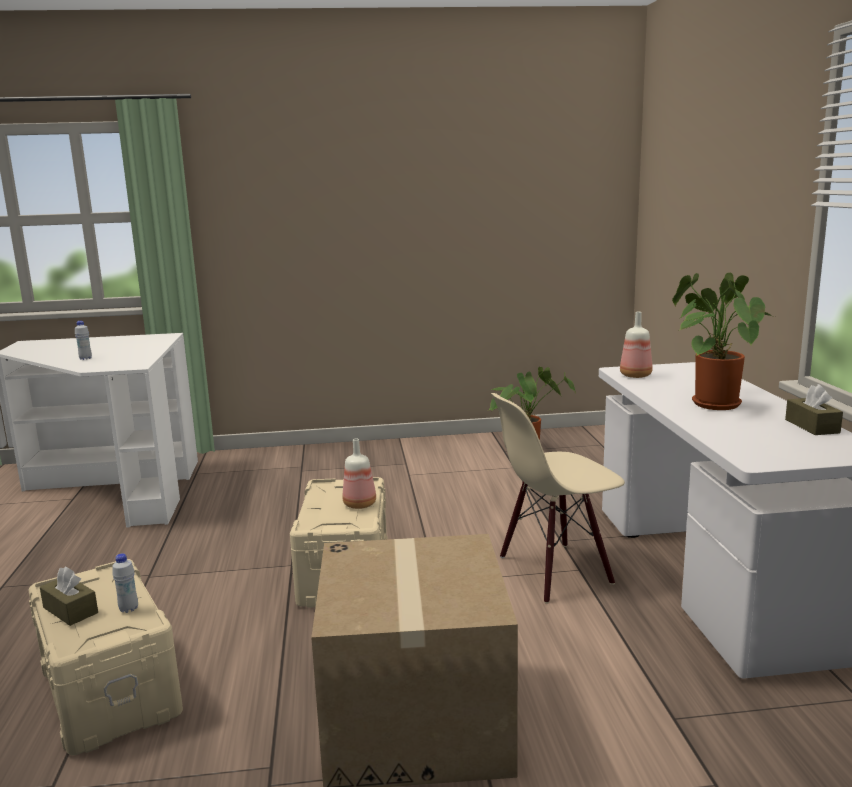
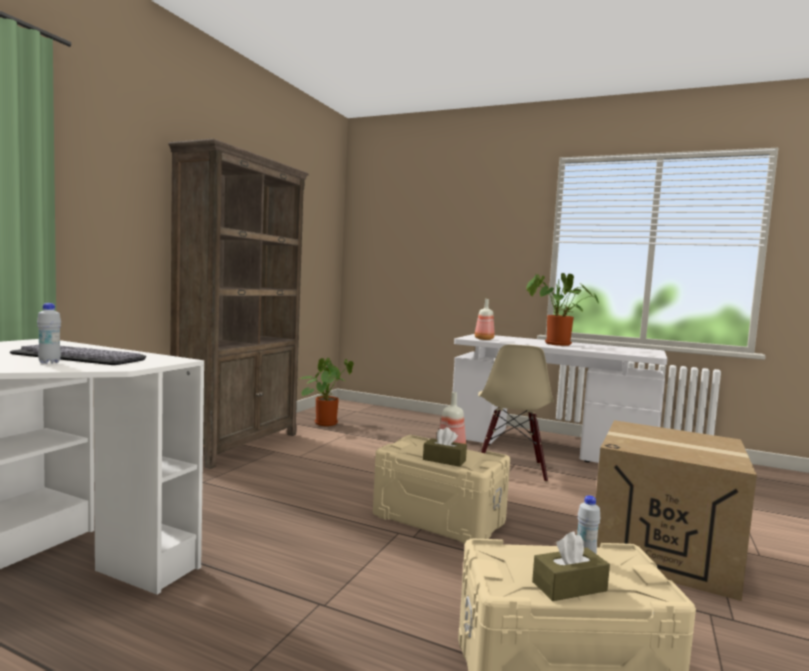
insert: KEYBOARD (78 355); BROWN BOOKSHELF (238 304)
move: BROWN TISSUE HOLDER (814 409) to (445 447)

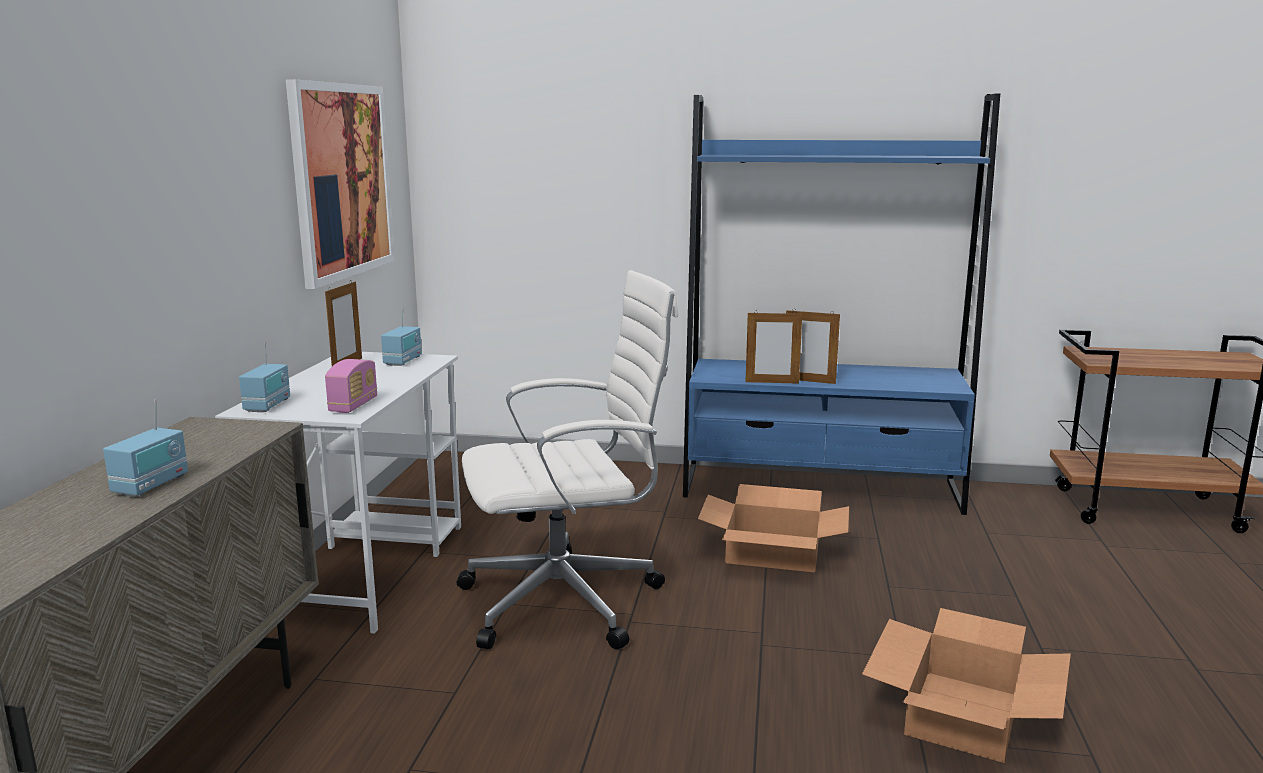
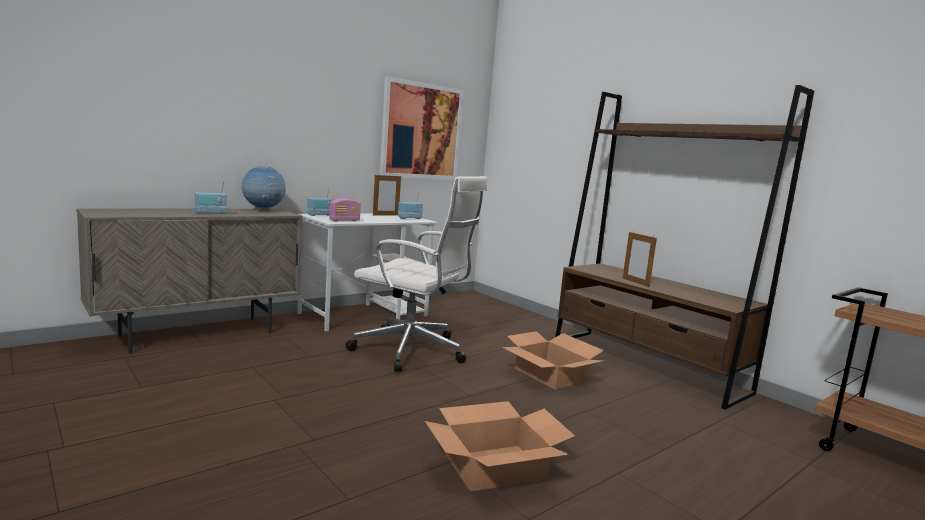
delete: PICTURE FRAME (773 347)
insert: DESK GLOBE (263 187)
recolor: BLUE-COLOURED BOOKSHELF (841 304) to BROWN BOOKSHELF (684 247)

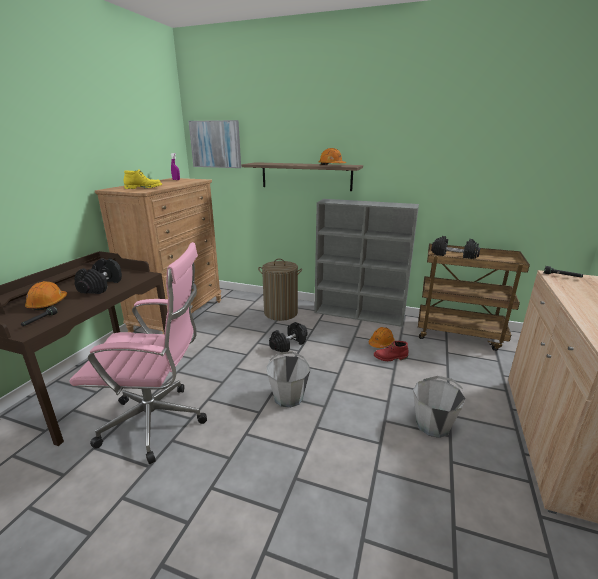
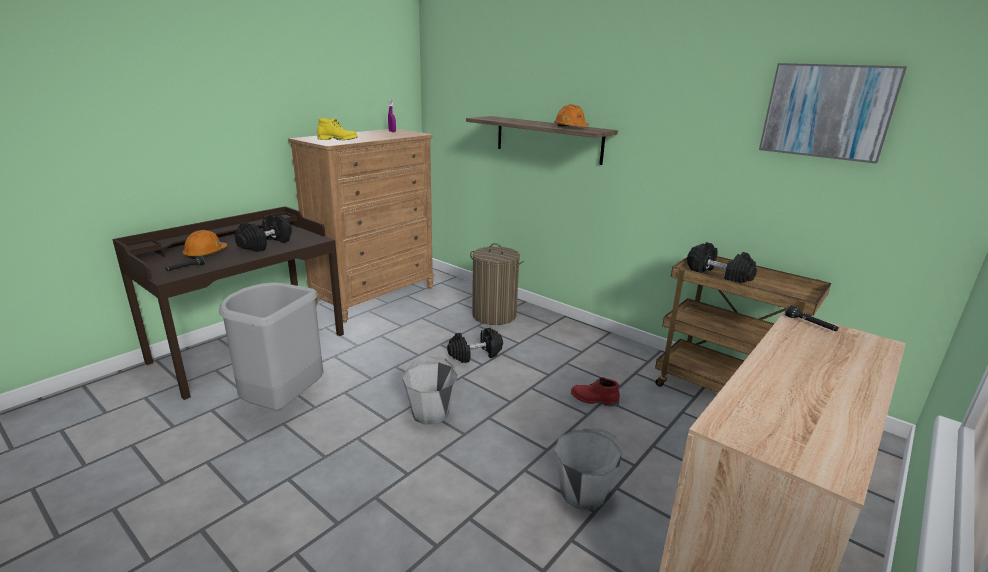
delete: GREYISH BOOKSHELF (366 263); ORANGE-COLOURED SAFETY HELMET (381 337)
move: PICTURE (215 144) to (833 113)
replace: PINKISH COMPUTER CHAIR (138 353) to GREYISH RUBBISH BIN (271 346)

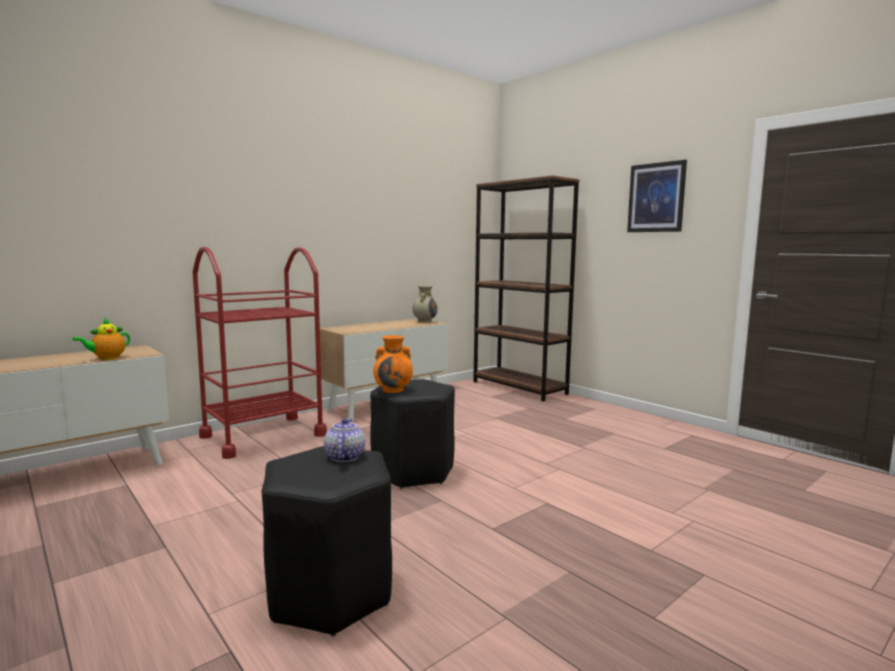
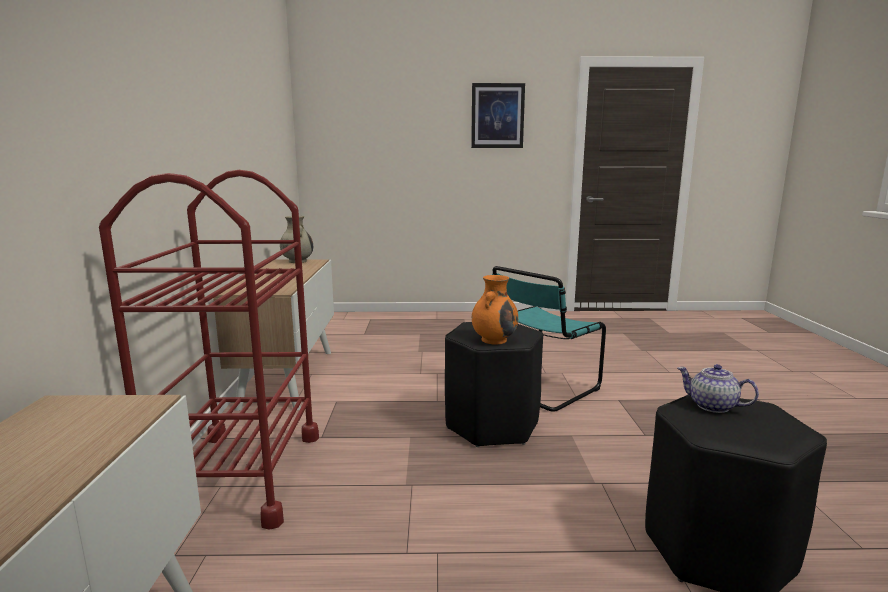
delete: POT FOR TEA (101 339); BROWN BOOKSHELF (526 288)
insert: TURQUOISE-COLOURED PLAIN CHAIR (549 339)

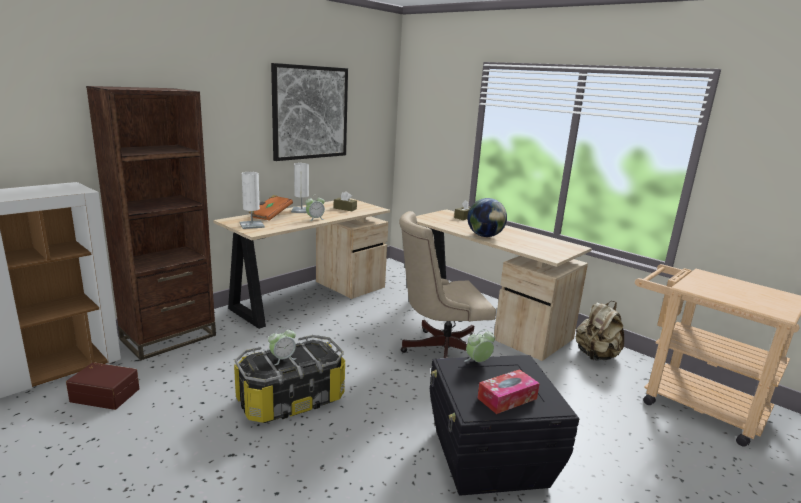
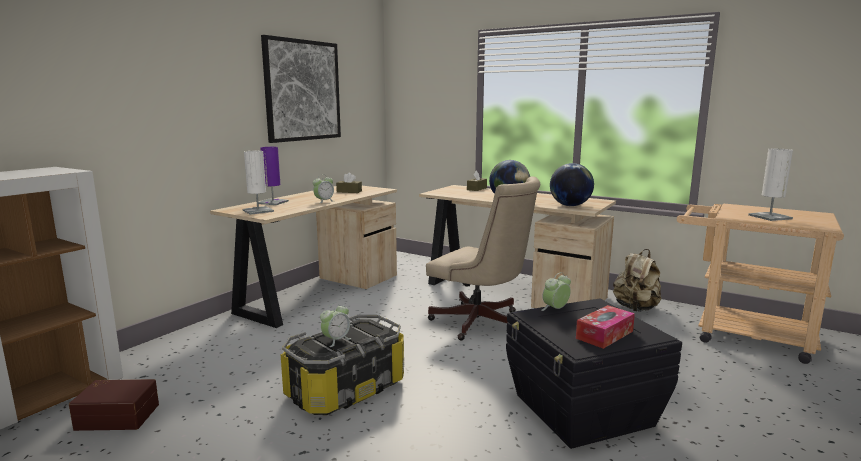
delete: BROWN BOOKSHELF (151 223)
insert: DESK GLOBE (572 184)
move: WHITISH TABLE LAMP (300 188) to (770 185)
replace: ORANGE-COLOURED BOUND BOOK (271 208) to PURPLE TABLE LAMP (274 176)
rotate: BEIGE-COLOURED COMPUTER CHAIR (447 284) = (483 258) 120 degrees counterclockwise

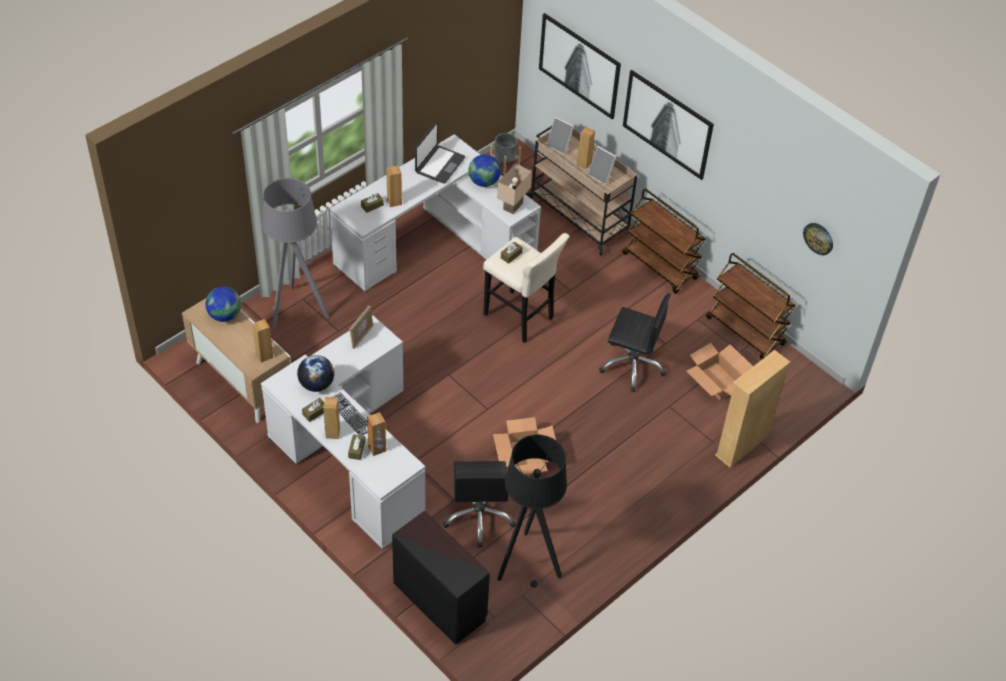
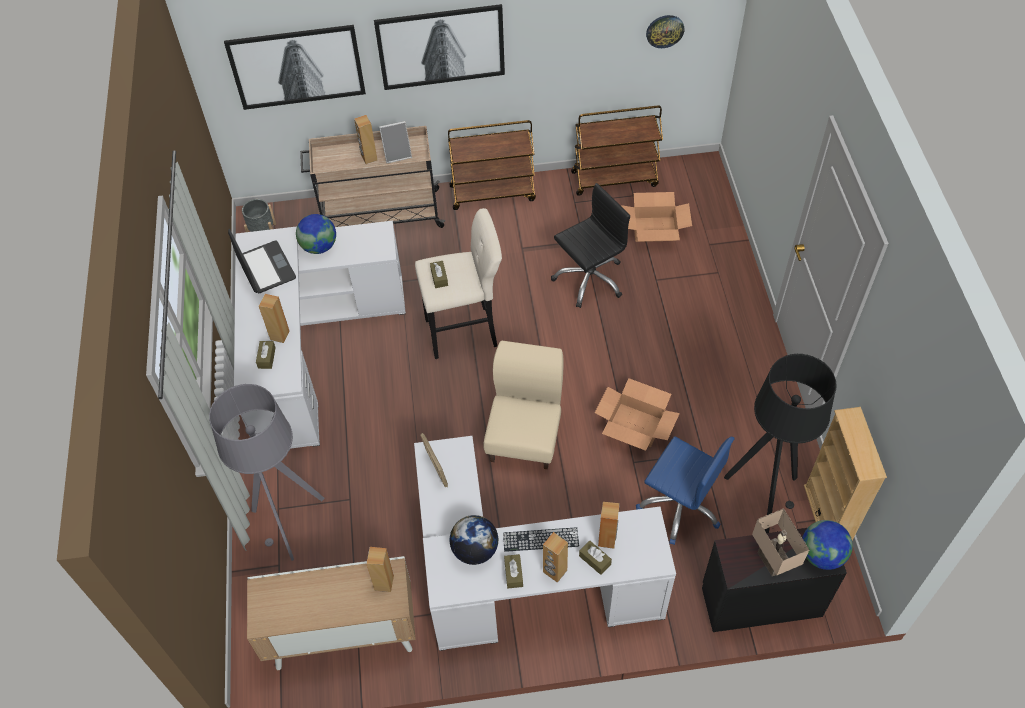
delete: PICTURE FRAME (560 135)
insert: BEIGE-COLOURED PLAIN CHAIR (523 405)
move: BEIGE-COLOURED TABLE LAMP (514 188) to (780 542); DESK GLOBE (223 304) to (827 545); BEIGE-COLOURED BOOKSHELF (752 408) to (845 473)
recolor: BLACK-COLOURED COMPUTER CHAIR (479 504) to BLUE-COLOURED COMPUTER CHAIR (685 490)

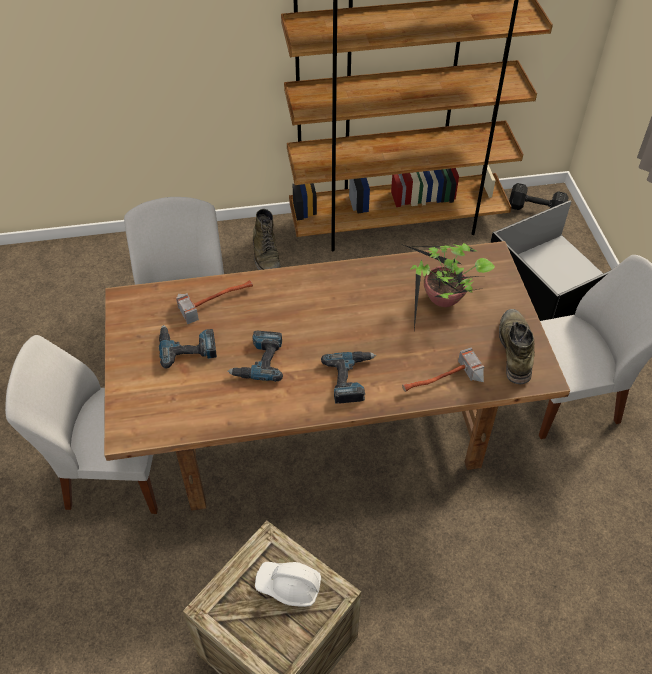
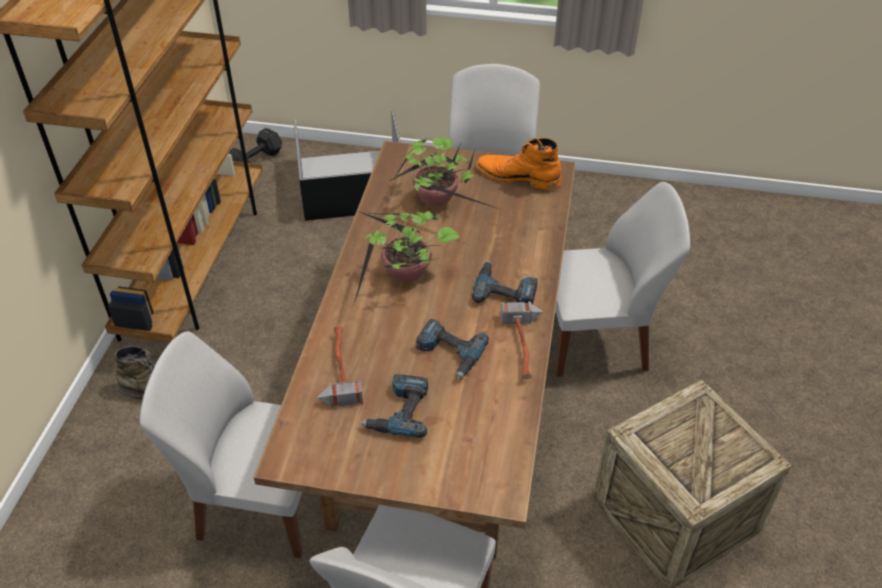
delete: WHITISH SAFETY HELMET (288 584)
insert: PLANT IN A POT (407 257); WHITISH PLAIN CHAIR (623 279)
move: TOOL HAMMER (443 369) to (522 340)
recolor: GREEN BOOT (517 346) to ORANGE-COLOURED BOOT (519 164)

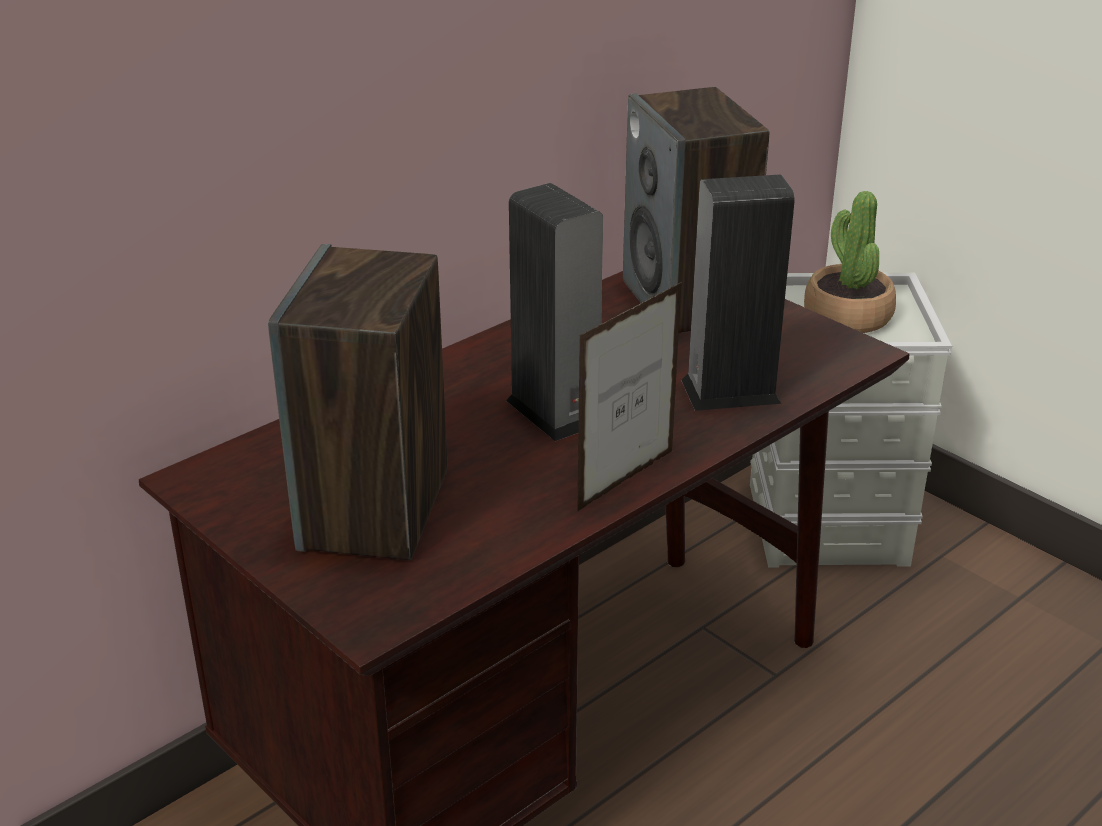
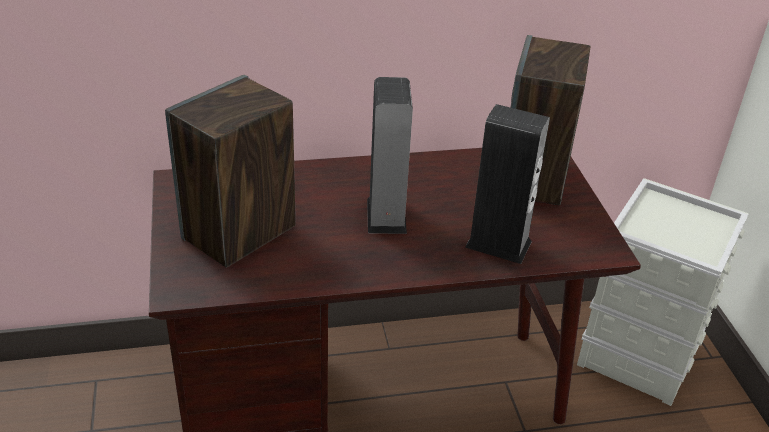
delete: PICTURE FRAME (629 397); PLANT IN A POT (850 262)

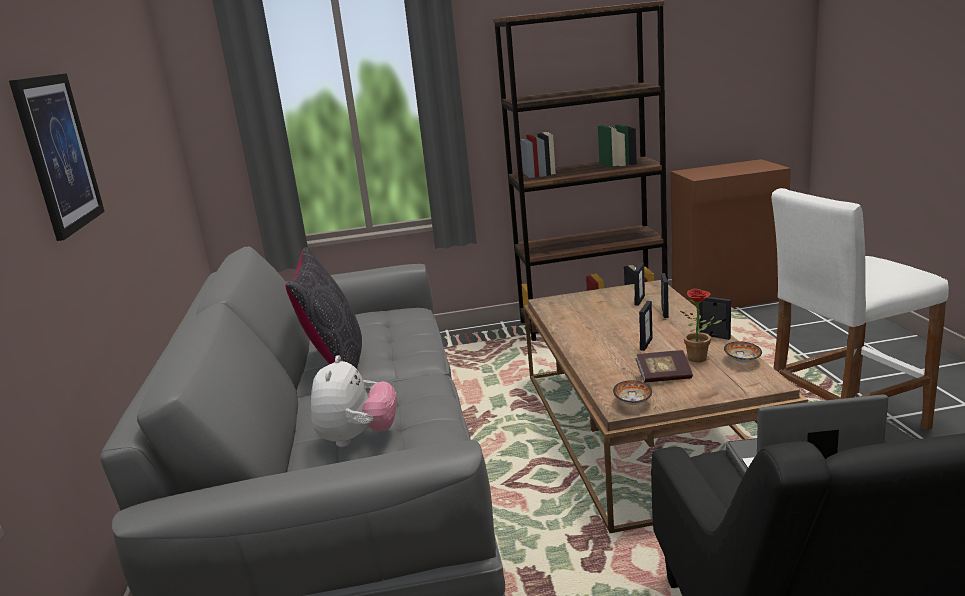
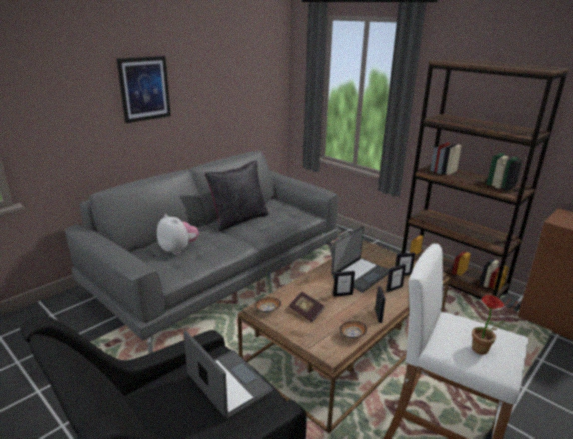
insert: LAPTOP (360 259)
move: PLANT IN A POT (701 325) to (489 325)
rotate: SOFT TOY (354 401) = (178 234) 105 degrees counterclockwise

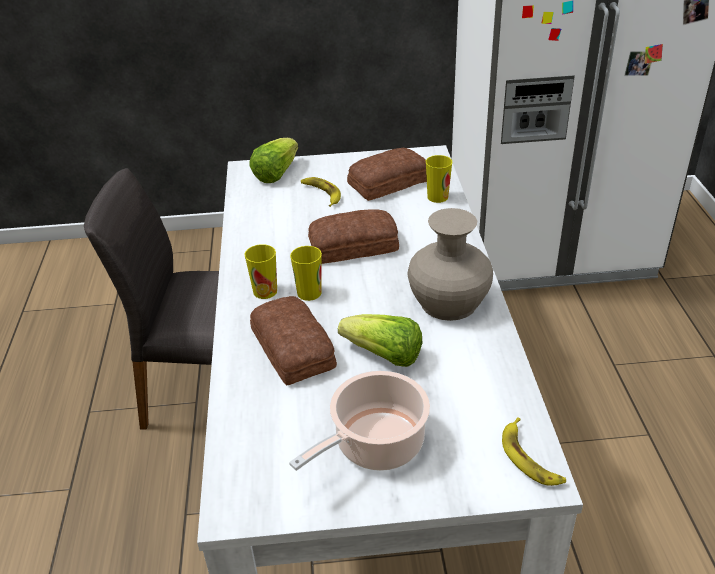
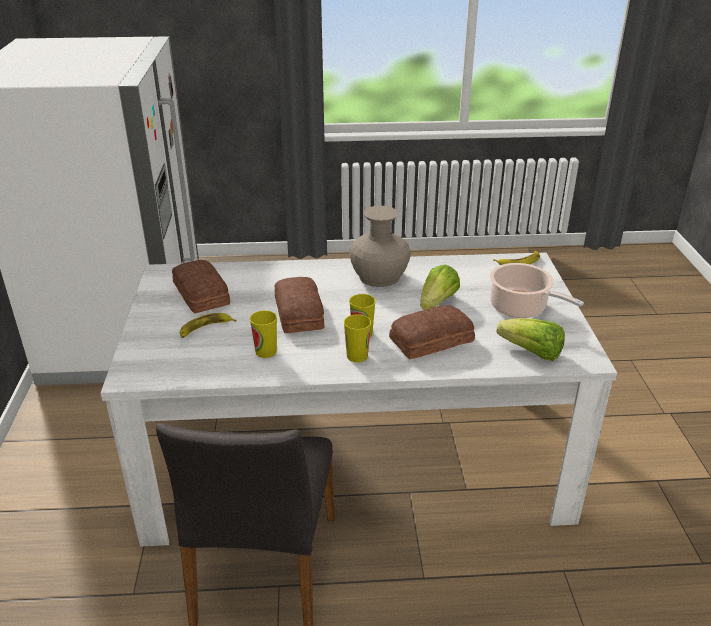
move: CUP (439 179) to (263 334); LETTUCE (273 160) to (530 339)

